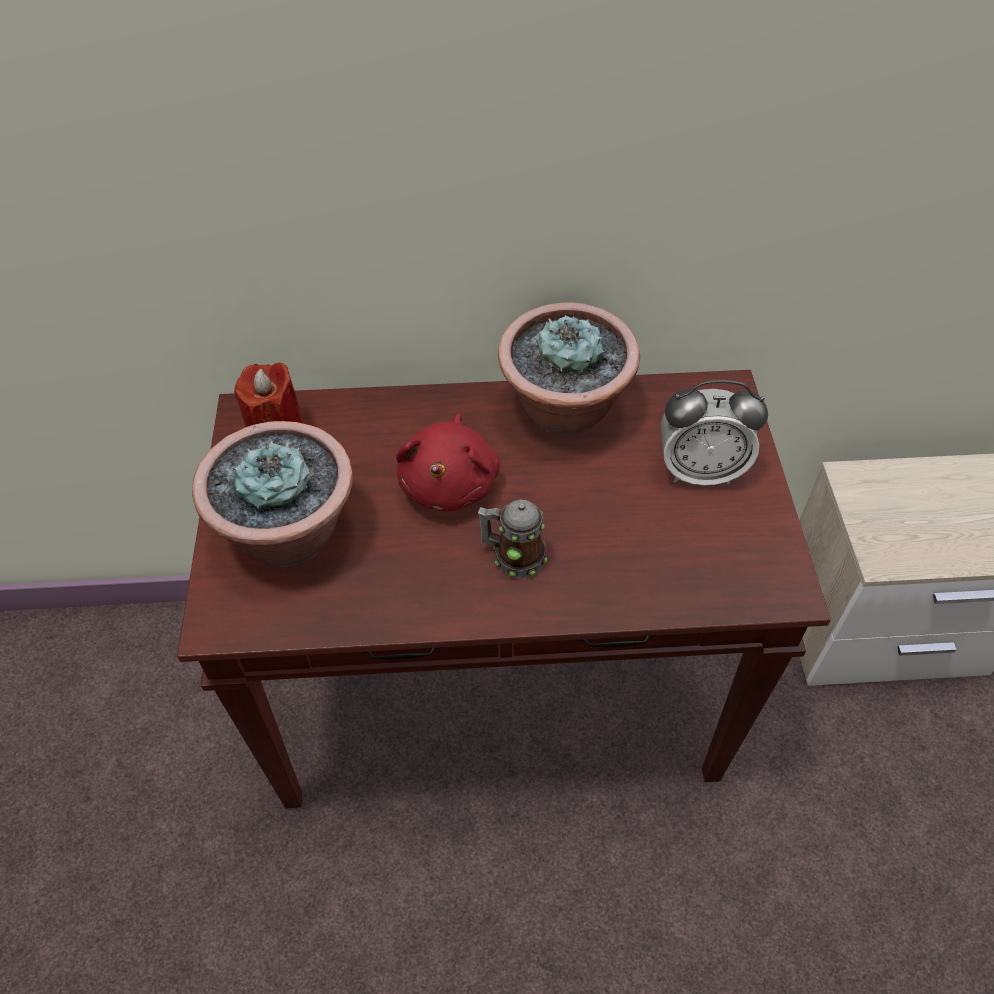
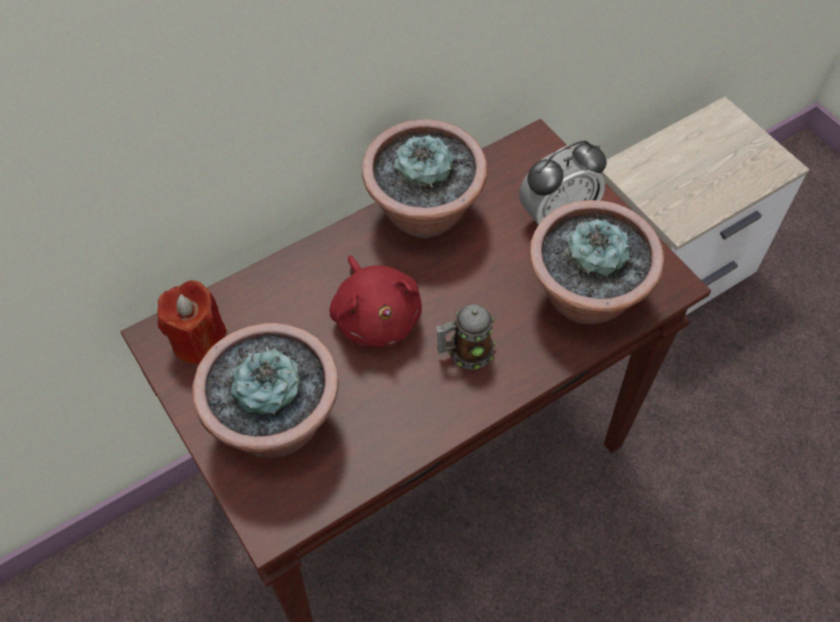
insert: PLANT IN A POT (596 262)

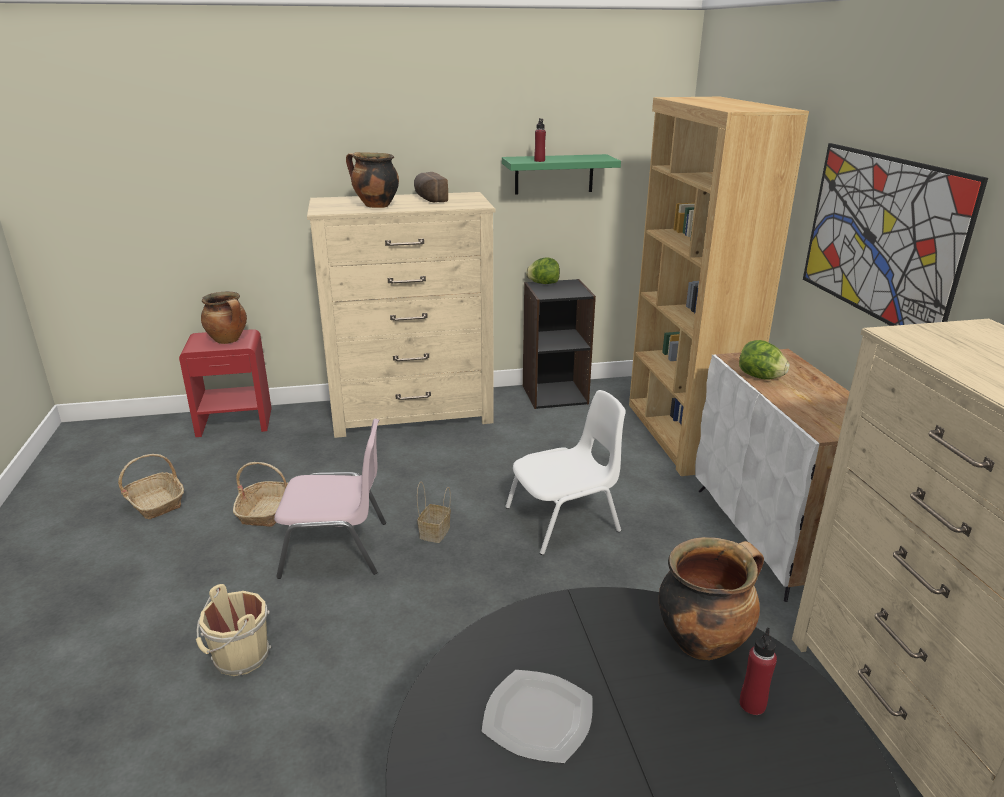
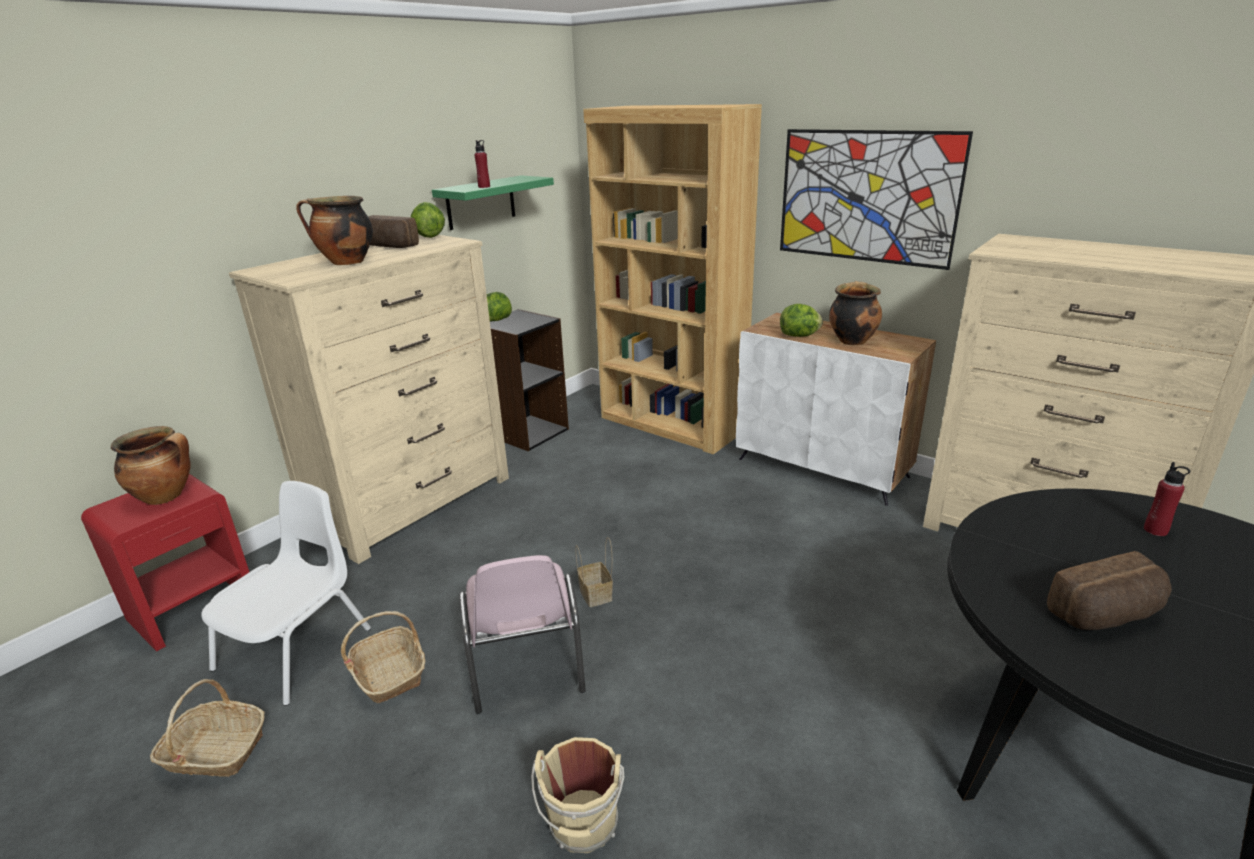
insert: LETTUCE (428 220)
move: WHITISH PLAIN CHAIR (565 472) to (286 593); SAUCEPOT (711 598) to (855 313)
replace: PLATE (537 716) to BREAD (1109 590)
rotate: PINKISH PLAIN CHAIR (330 499) = (522 634) 120 degrees clockwise

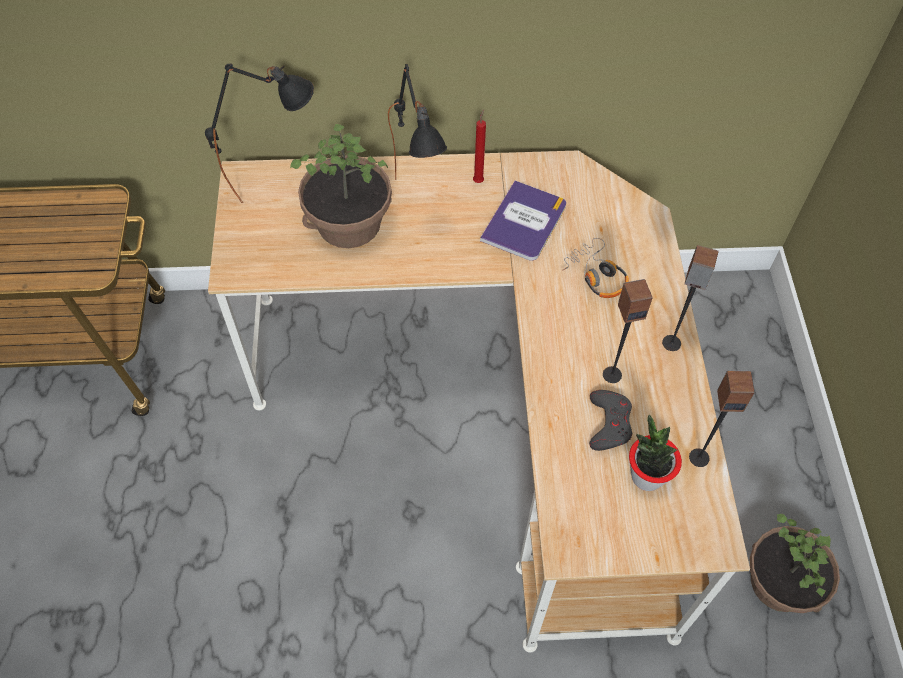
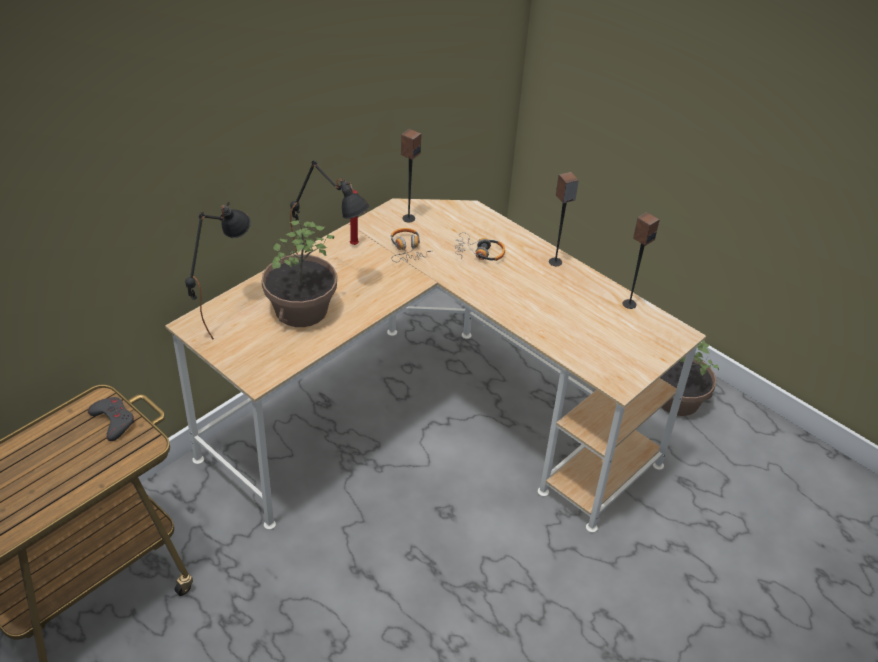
delete: PLANT IN A POT (655 453)
move: GREYISH GAMEPAD (611 420) to (111 419); AUDIO SPEAKER (628 331) to (411 175)
replace: BOUND BOOK (523 221) to PAIR OF HEADPHONES (411 245)

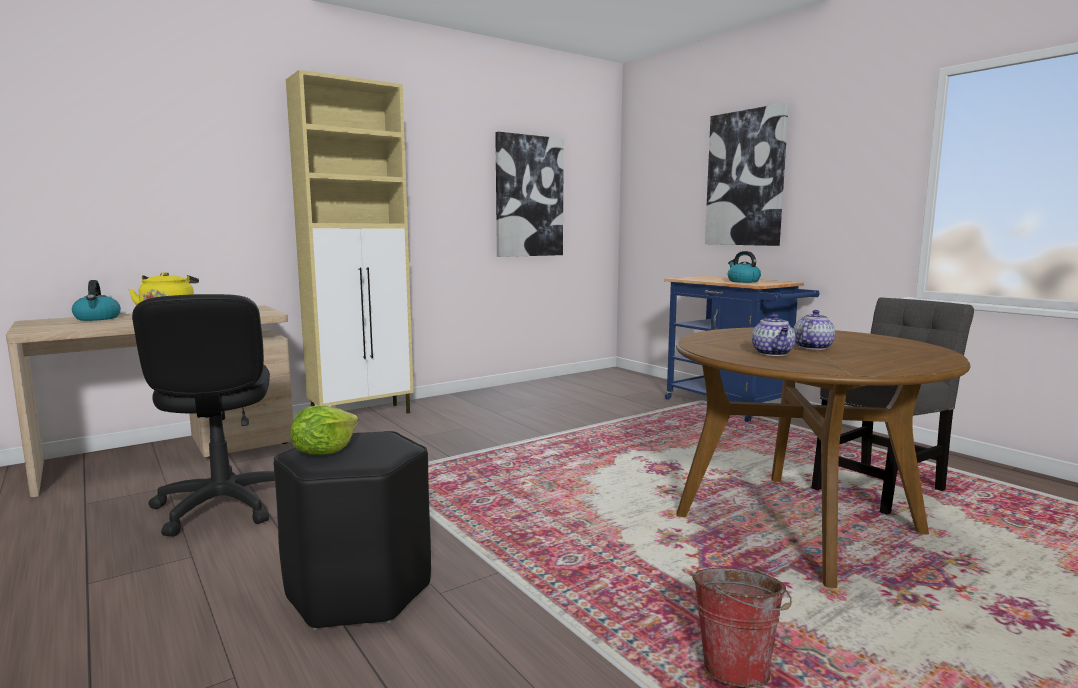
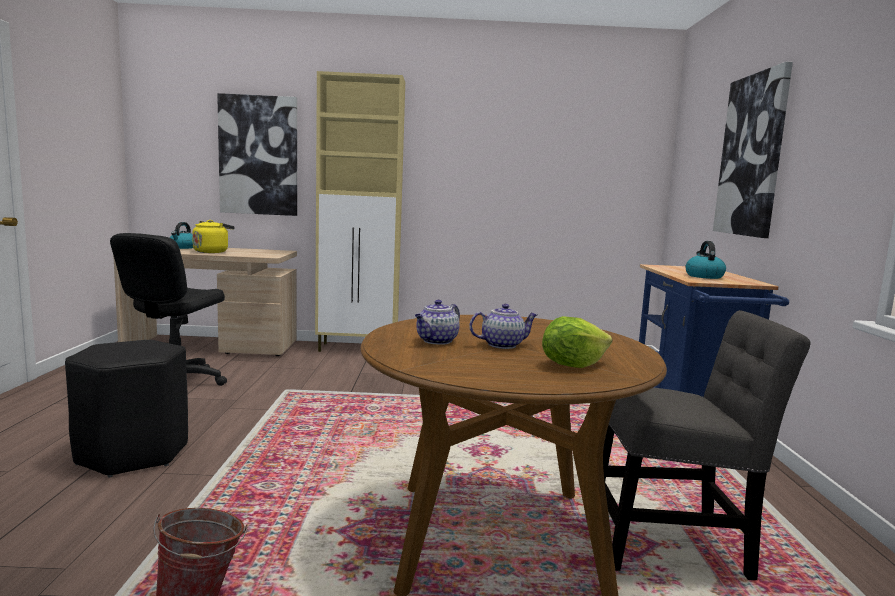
move: PICTURE (529 194) to (257 154); LETTUCE (324 430) to (577 342)

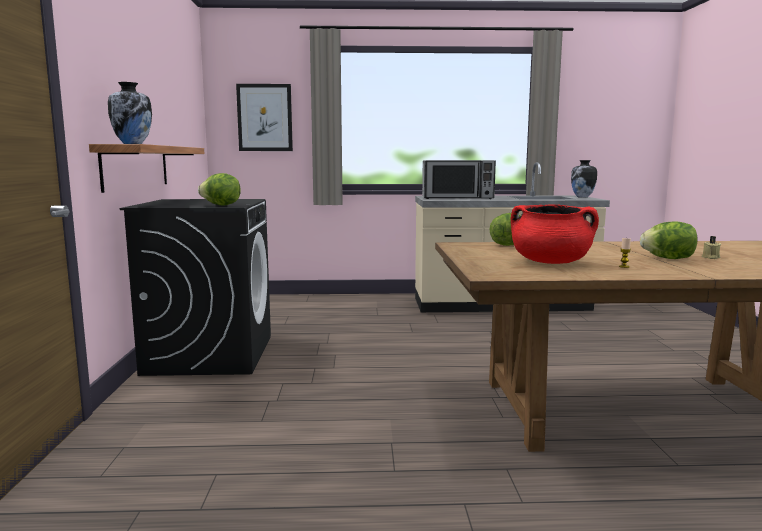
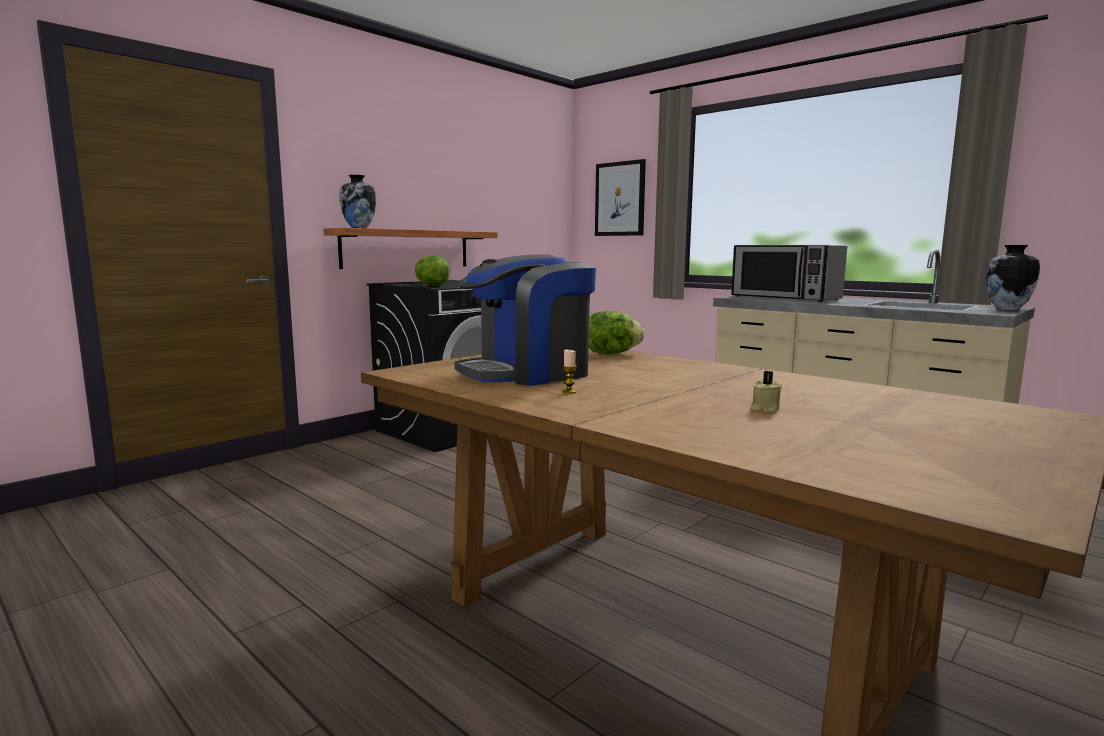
delete: LETTUCE (668 240)
replace: RED-COLOURED SAUCEPOT (555 234) to COFFEE BREWER (525 320)

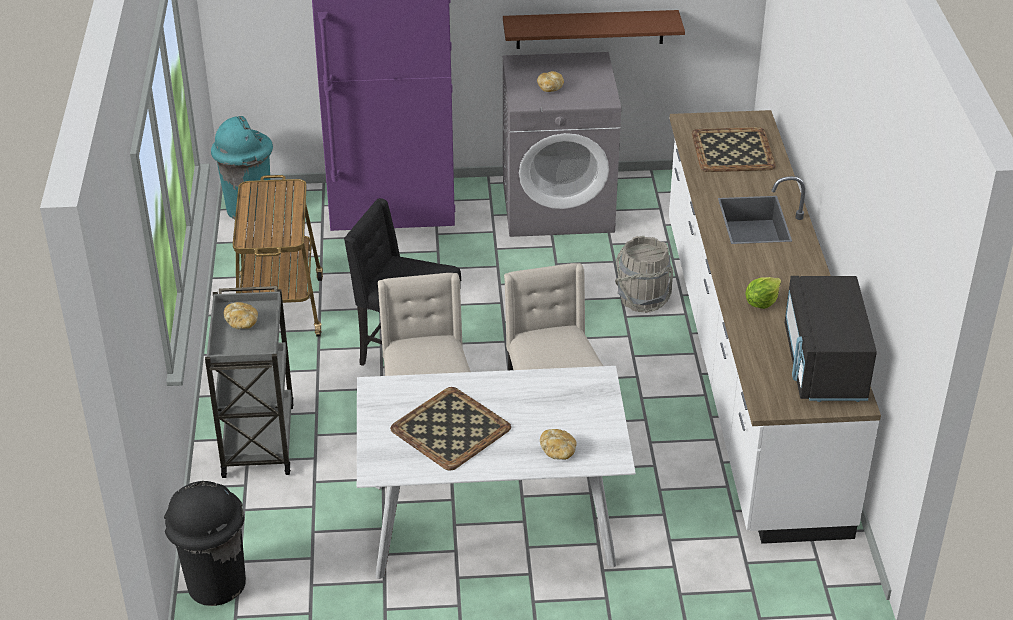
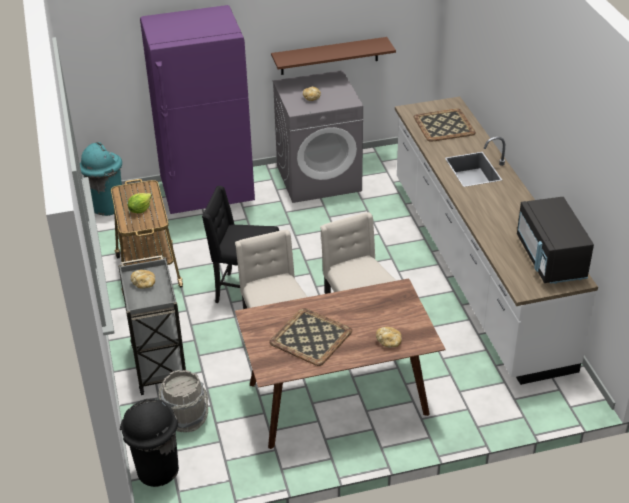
move: LETTUCE (763 293) to (140 203); GREYISH BUCKET (644 274) to (183 401)
recolor: WHITISH KITCHEN TABLE (496 472) to BROWN KITCHEN TABLE (340 363)

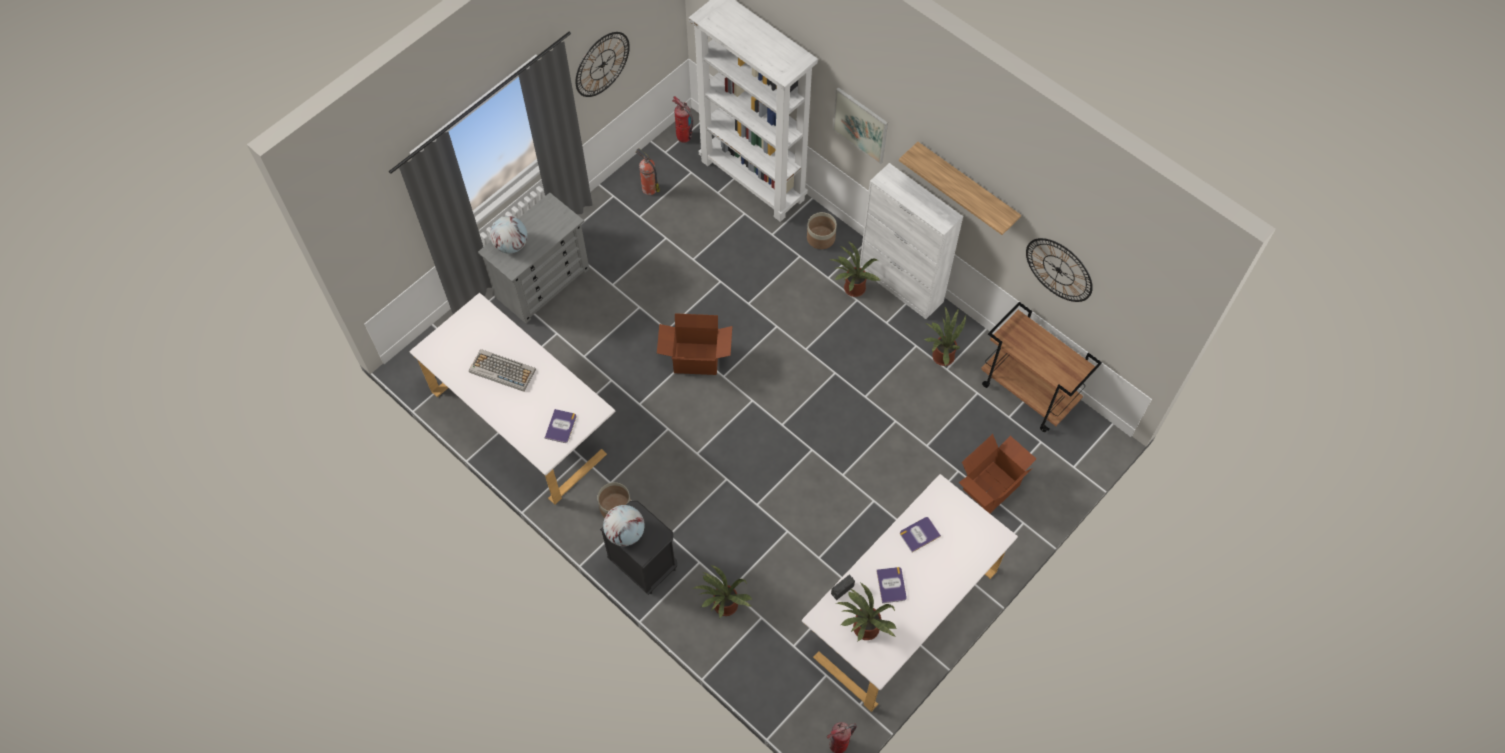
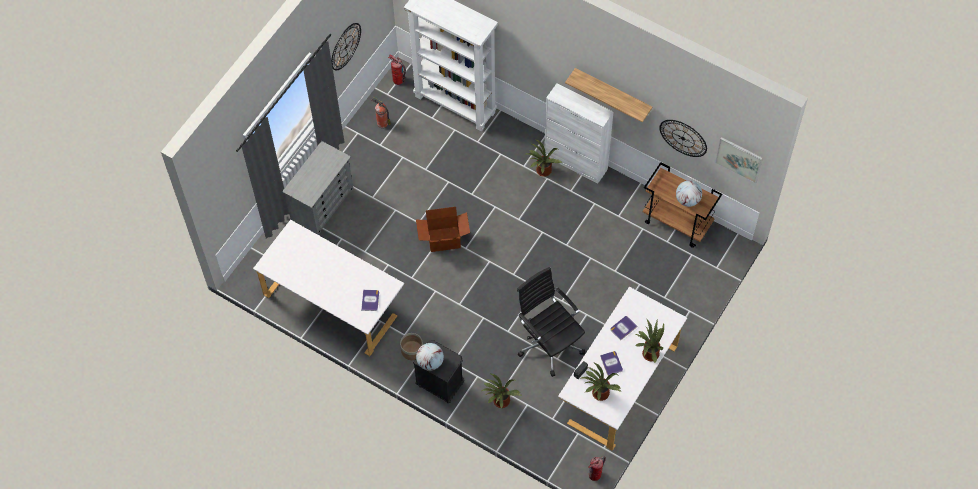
delete: KEYBOARD (502 370); FLOWER POT (822 230); CARTON (997 473)
insert: BLACK-COLOURED COMPUTER CHAIR (551 322)
move: PLANT IN A POT (945 336) to (649 340); DESK GLOBE (509 235) to (689 193); PICTURE (860 125) to (739 160)

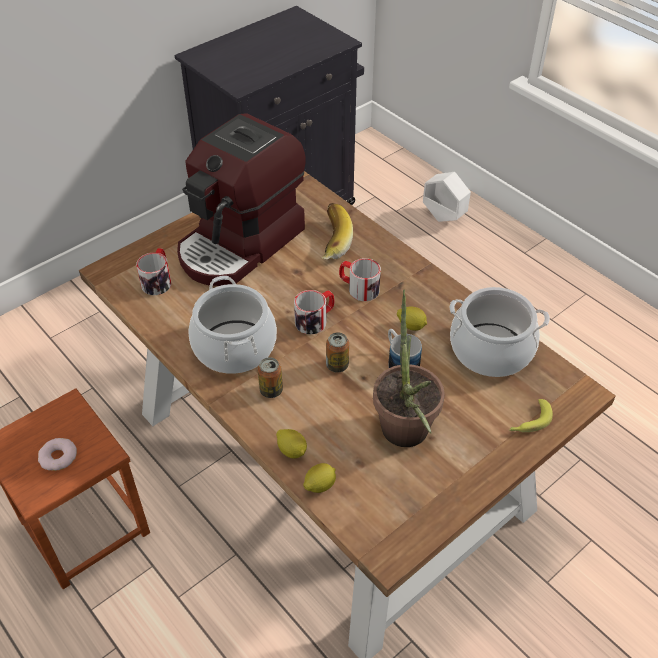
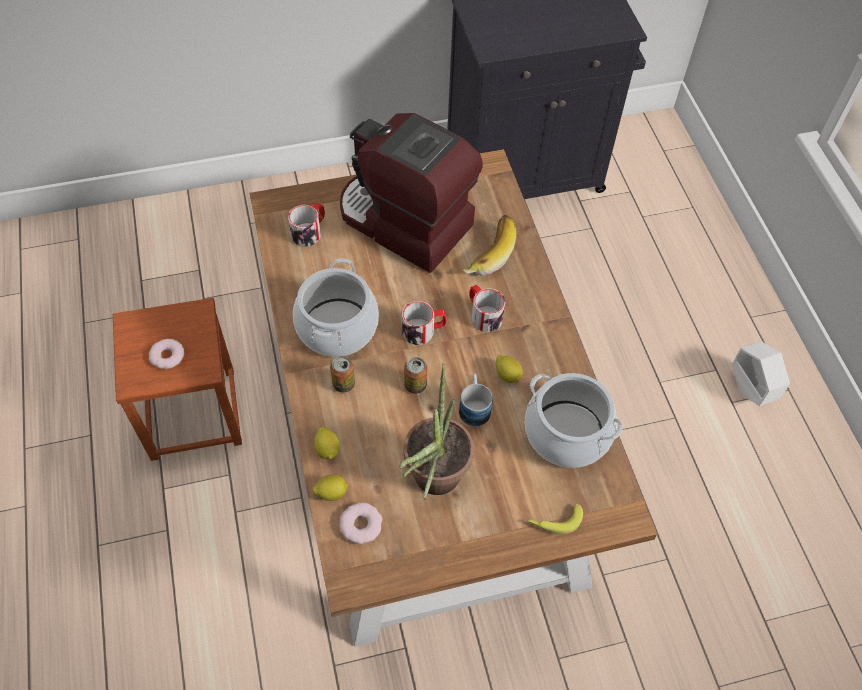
insert: DOUGHNUT (360 523)
move: WHITISH FLOWER POT (447 197) to (761 373)
rotate: COFFEE BREWER (241 199) = (411 193) 60 degrees clockwise

